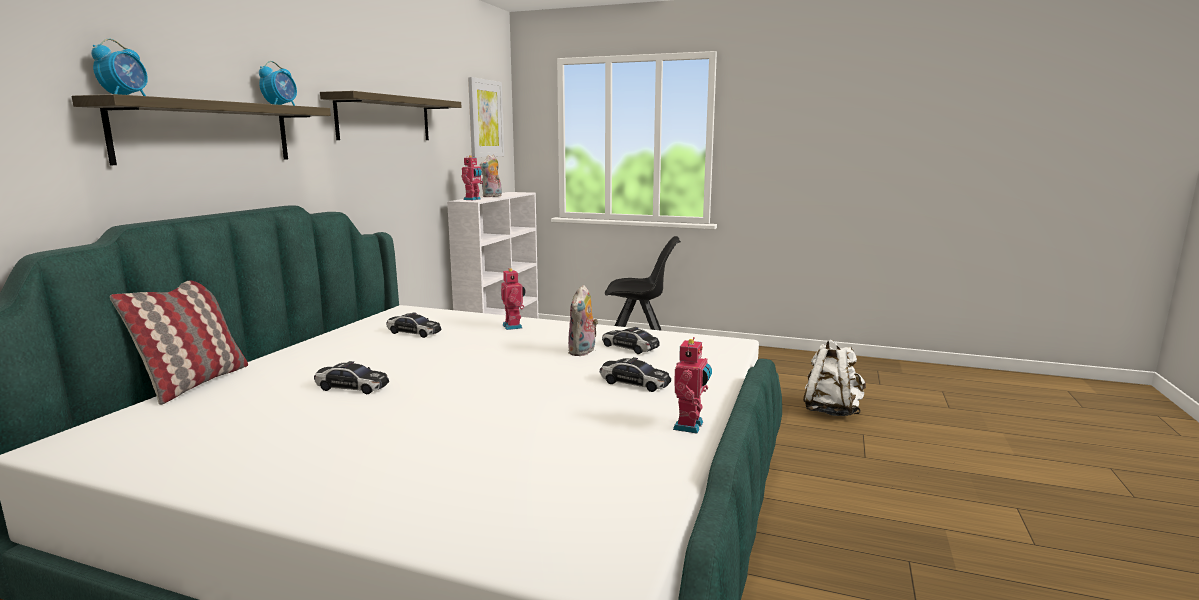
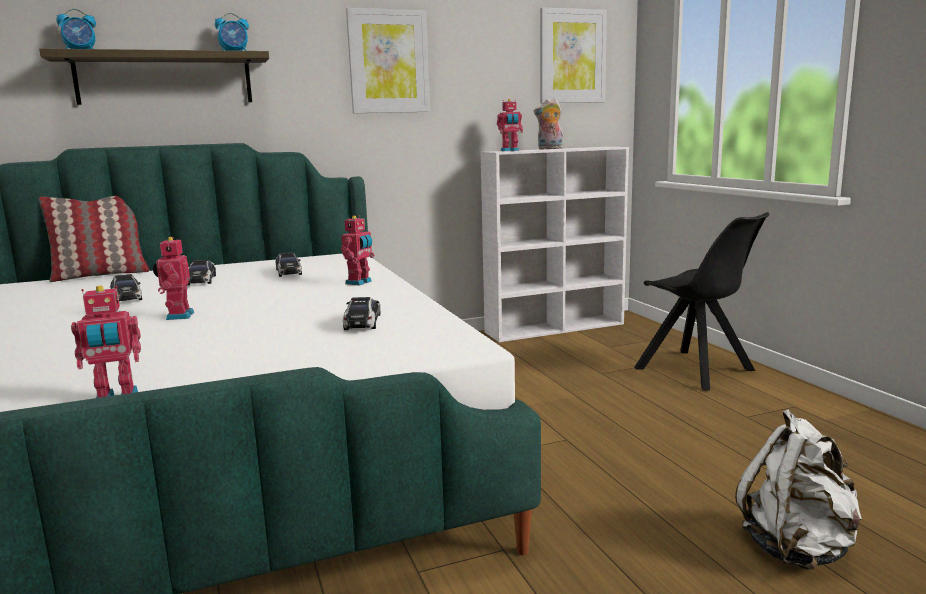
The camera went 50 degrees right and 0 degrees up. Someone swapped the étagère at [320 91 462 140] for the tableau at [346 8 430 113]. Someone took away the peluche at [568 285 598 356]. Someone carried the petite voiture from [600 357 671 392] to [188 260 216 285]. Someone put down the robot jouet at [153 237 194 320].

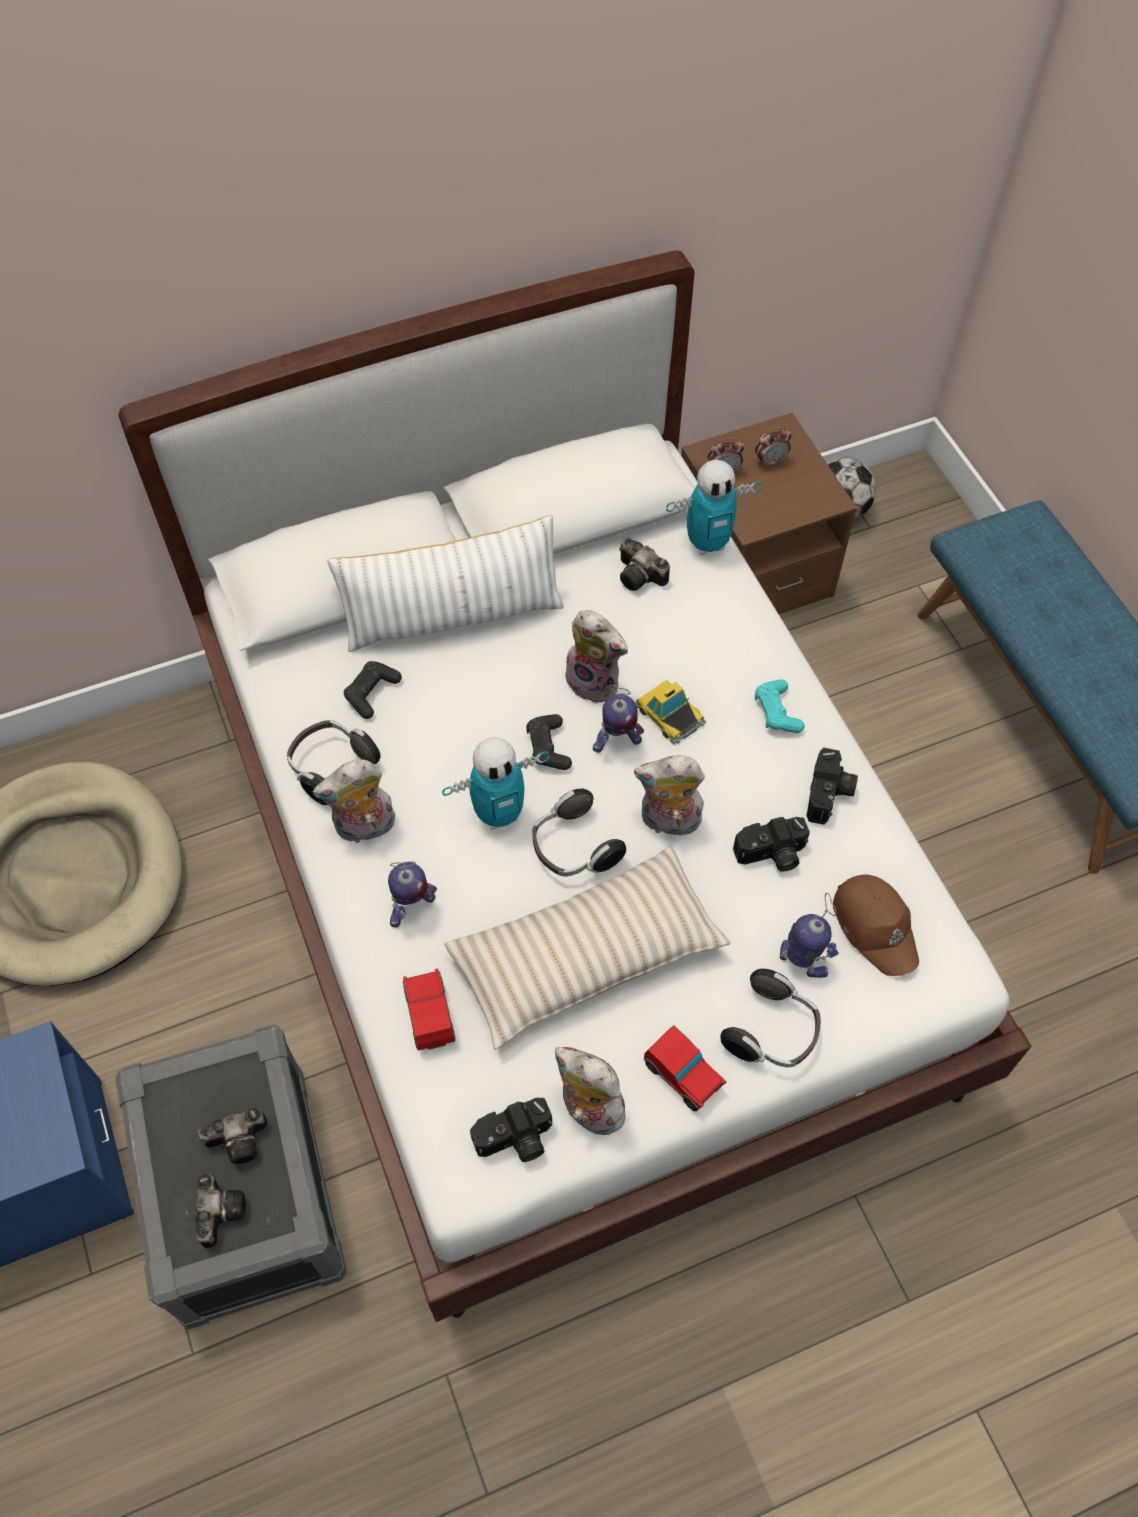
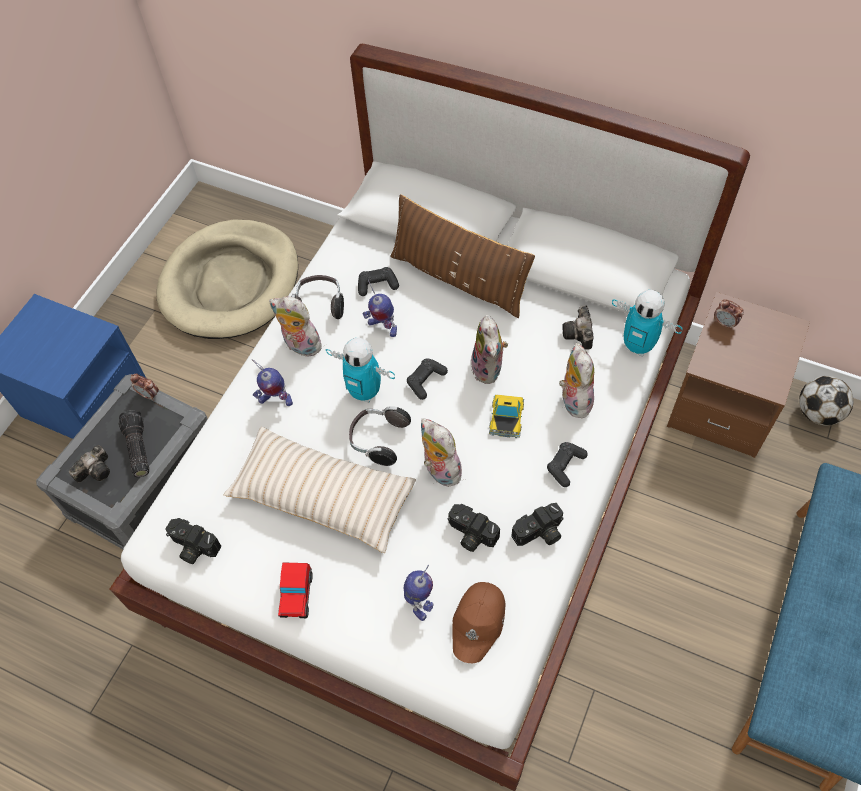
The camera went 50 degrees right and 0 degrees up. Someone swapped the appareil photo at [198 1108 268 1164] for the lampe de poche at [119 410 149 477]. Someone repainted the coussin [blanc] at [327 515 564 652], which became the coussin [marron] at [390 194 535 318]. Someone took away the petite voiture at [403 969 455 1051]. Someone carried the peluche from [554 1047 628 1135] to [559 343 594 418]. Someone carried the robot jouet from [593 685 644 753] to [363 280 397 337]. Someone took away the casque audio at [720 969 821 1067]. Someone carried the réveil from [755 427 792 467] to [130 374 159 401]. Someone repainted the manette [turquoise] at [755 679 805 733], which became the manette [noir] at [547 442 588 487].

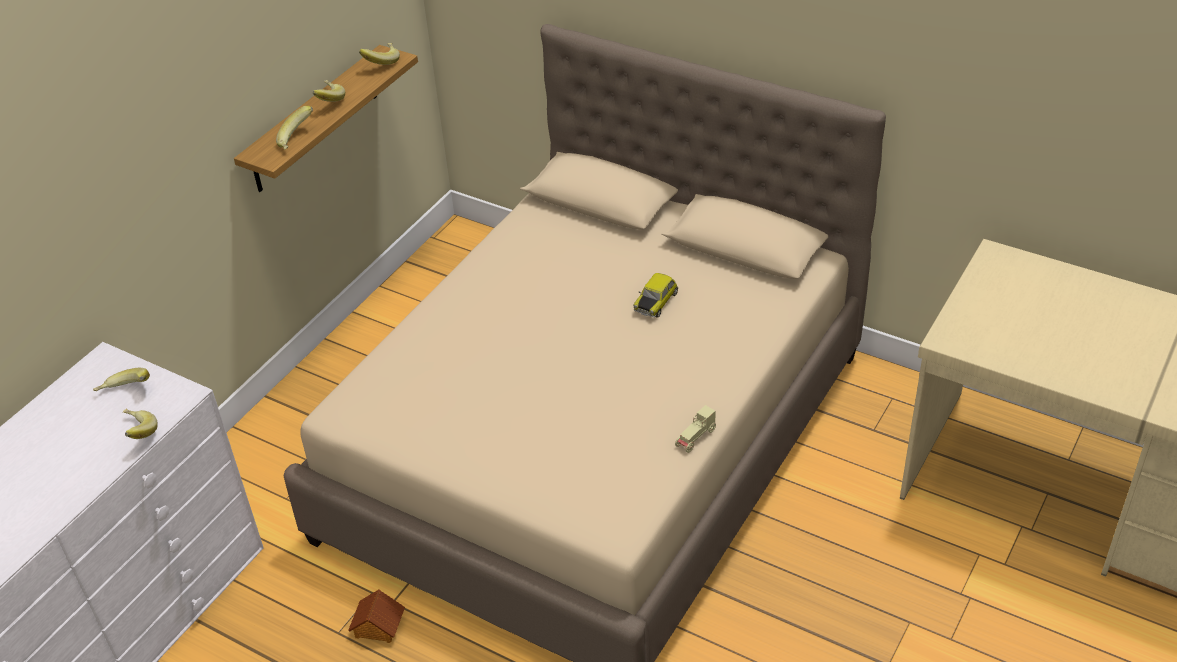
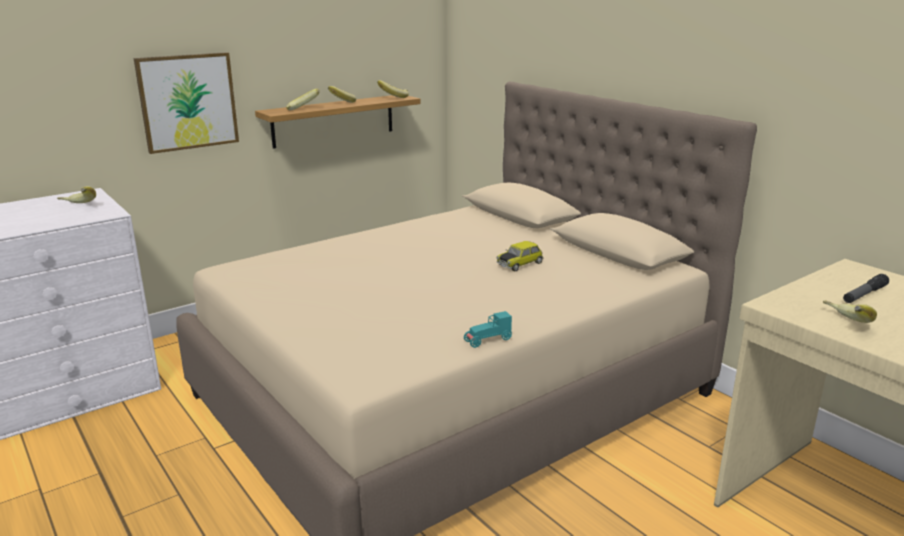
The camera went 20 degrees right and 20 degrees down. Someone carried the banane from [123 409 158 439] to [823 300 877 323]. Someone took away the maison miniature at [348 589 405 643]. Someone repainted the petite voiture [beige] at [675 405 716 453], which became the petite voiture [turquoise] at [464 311 512 348]. Someone put up the tableau at [134 52 239 154]. Someone put down the lampe de poche at [843 274 889 303].

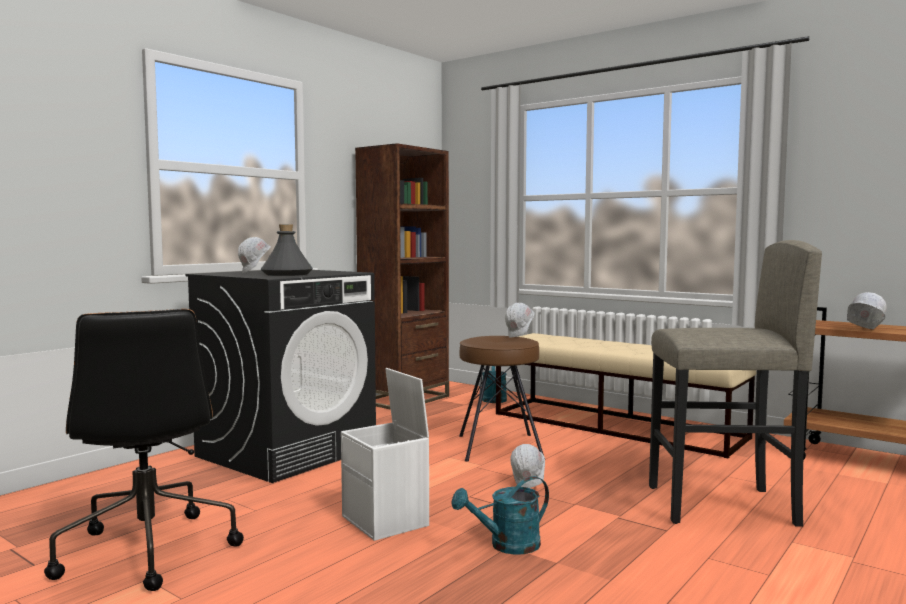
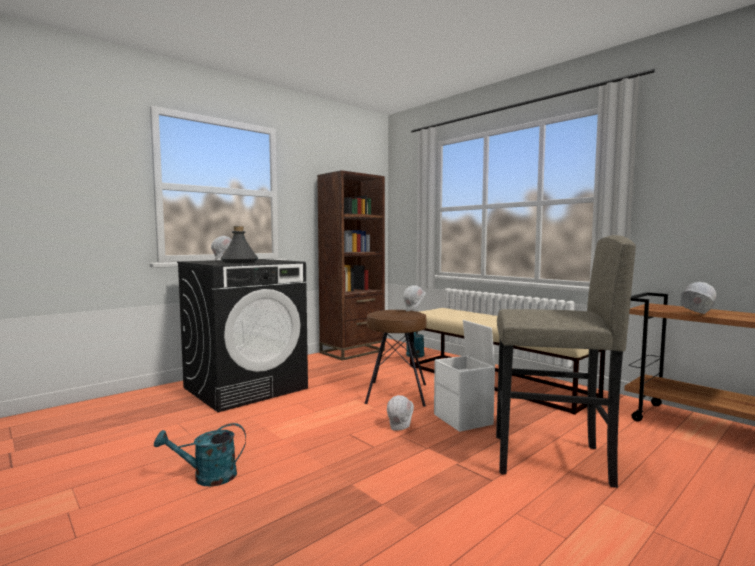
The camera went 10 degrees right and 0 degrees up. Someone took away the chaise de bureau [noir] at [44 309 244 591]. Someone carried the boîte de rangement [blanc] from [341 368 429 541] to [434 320 495 432]. Someone carried the arrosoir [turquoise] from [451 476 549 555] to [154 423 246 487].

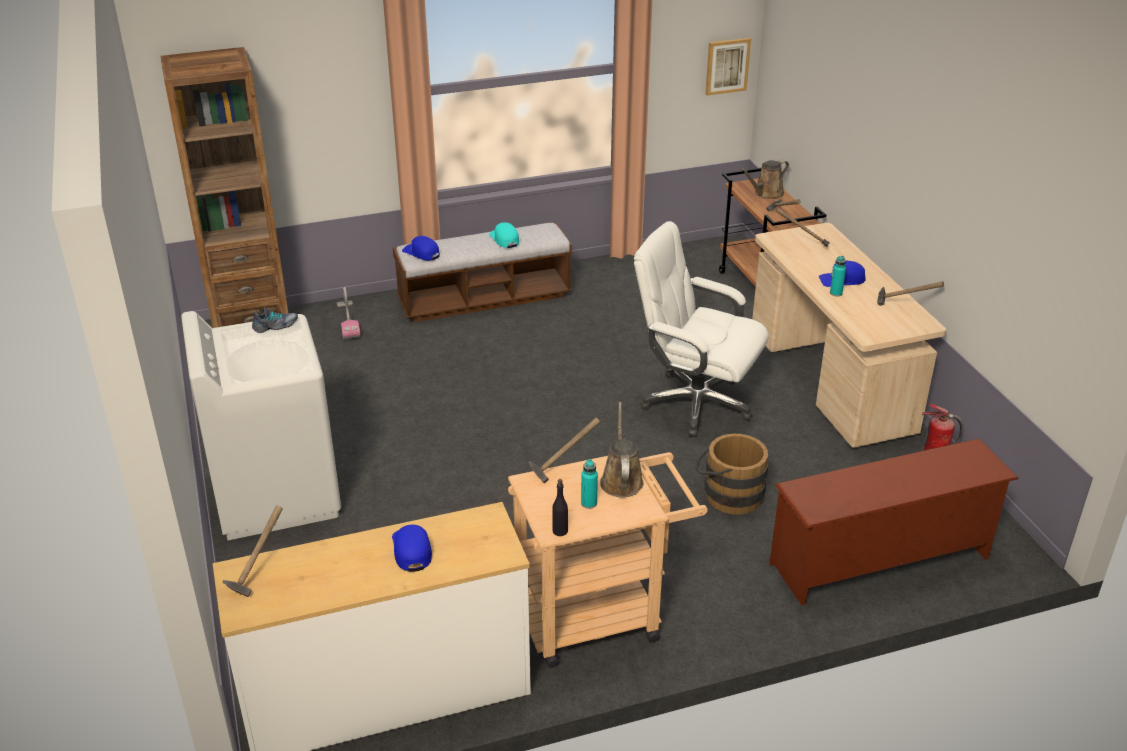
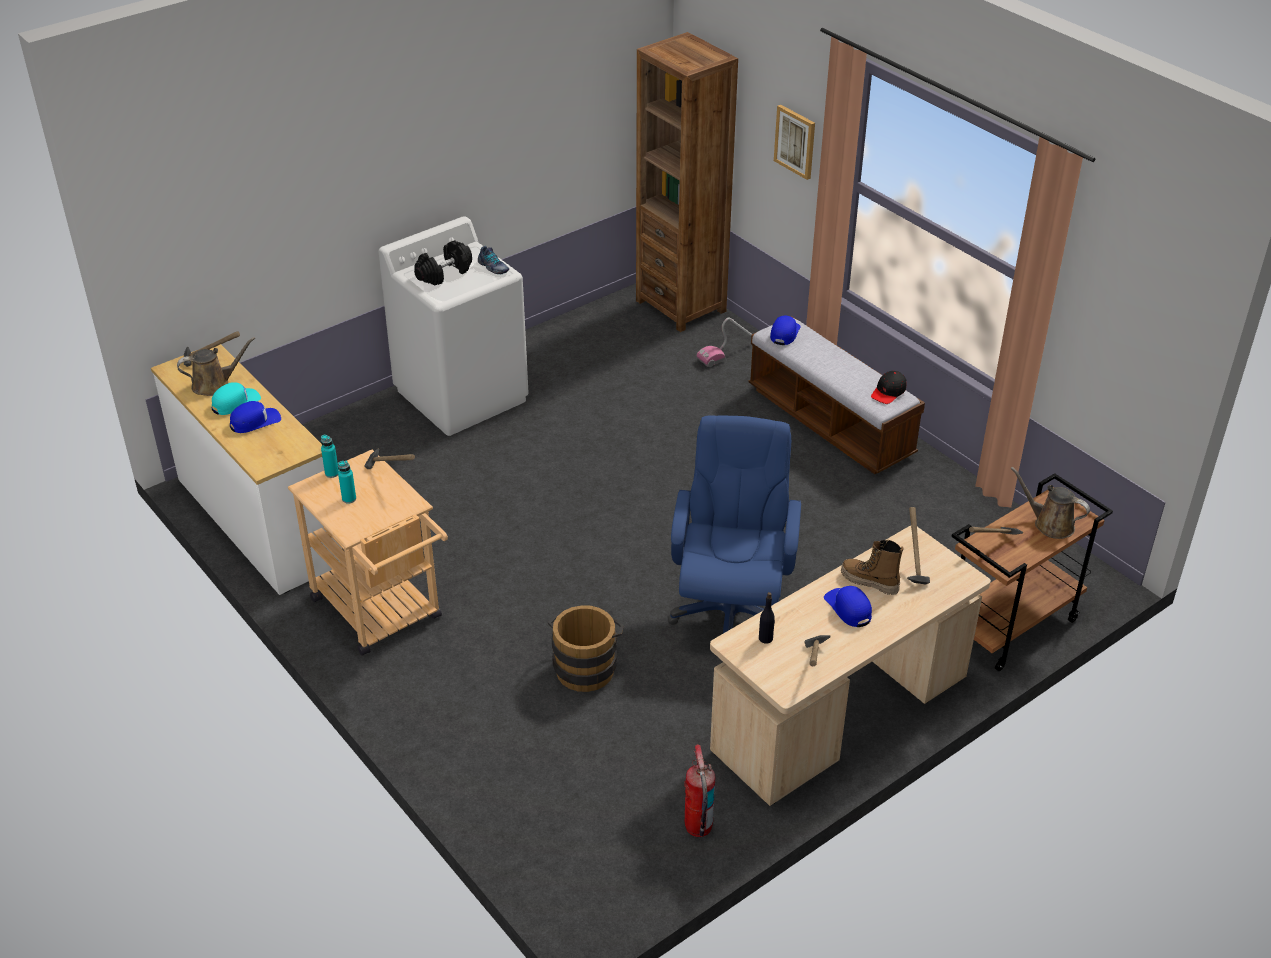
The camera went 70 degrees right and 5 degrees up. Someone carried the casquette [turquoise] from [489 222 519 248] to [212 382 261 415]. Someone carried the bouteille [noir] from [552 479 568 536] to [759 592 775 644]. Someone carried the arrosoir [marron] from [600 402 644 497] to [177 337 255 396]. Someone repainted the chaise de bureau [blanc] at [634 221 769 437], which became the chaise de bureau [bleu] at [667 416 801 633]. Someone carried the tableau from [705 38 751 96] to [774 105 815 180]. Someone took away the étagère à chaussures [marron] at [769 439 1019 606]. Someone carried the bouteille [turquoise] from [830 256 846 297] to [321 435 339 478]. Someone put down the haltère [noir] at [414 240 472 286]. Someone put down the botte at [841 540 904 595]. Someone put down the casquette [noir] at [871 371 906 404].

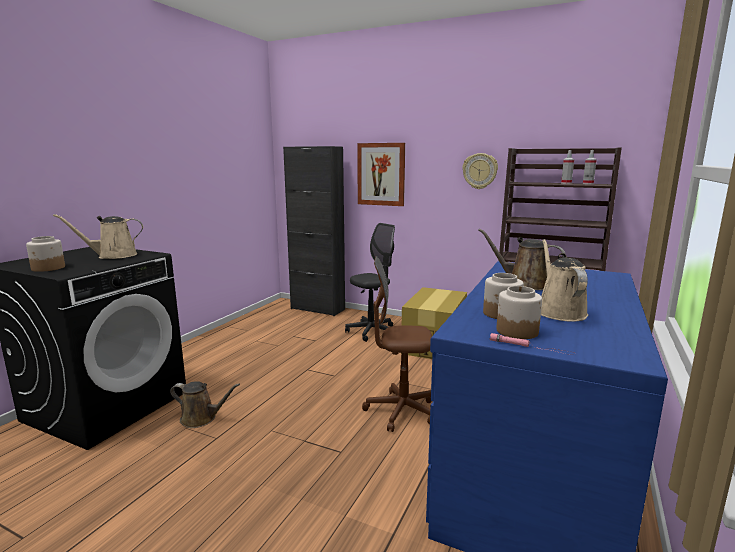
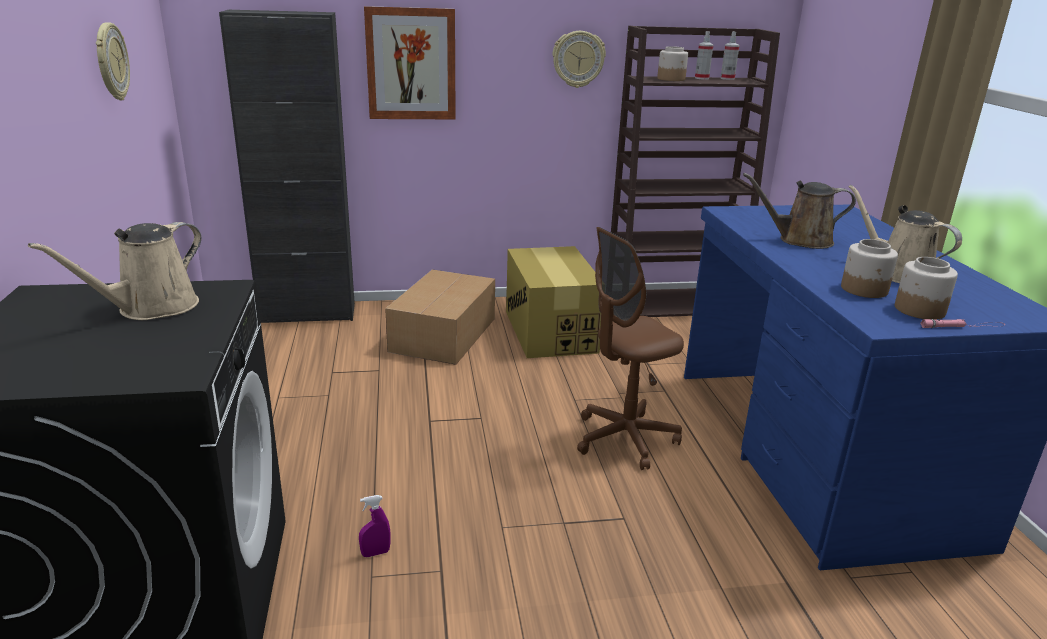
The camera went 35 degrees left and 10 degrees up. Someone carried the bocal from [26 236 65 272] to [657 46 688 81]. Someone swapped the arrosoir [marron] at [170 381 240 428] for the vaporisateur [violet] at [359 495 391 557]. Someone swapped the chaise de bureau [gris] at [345 223 395 342] for the carton at [385 269 495 365]. Someone put up the horloge murale at [96 22 130 100].

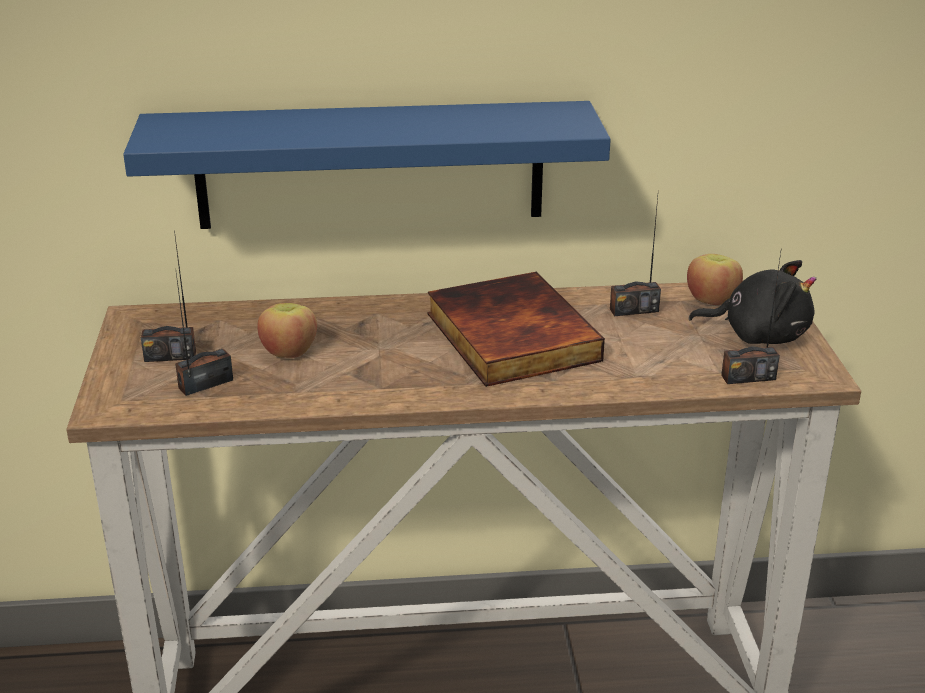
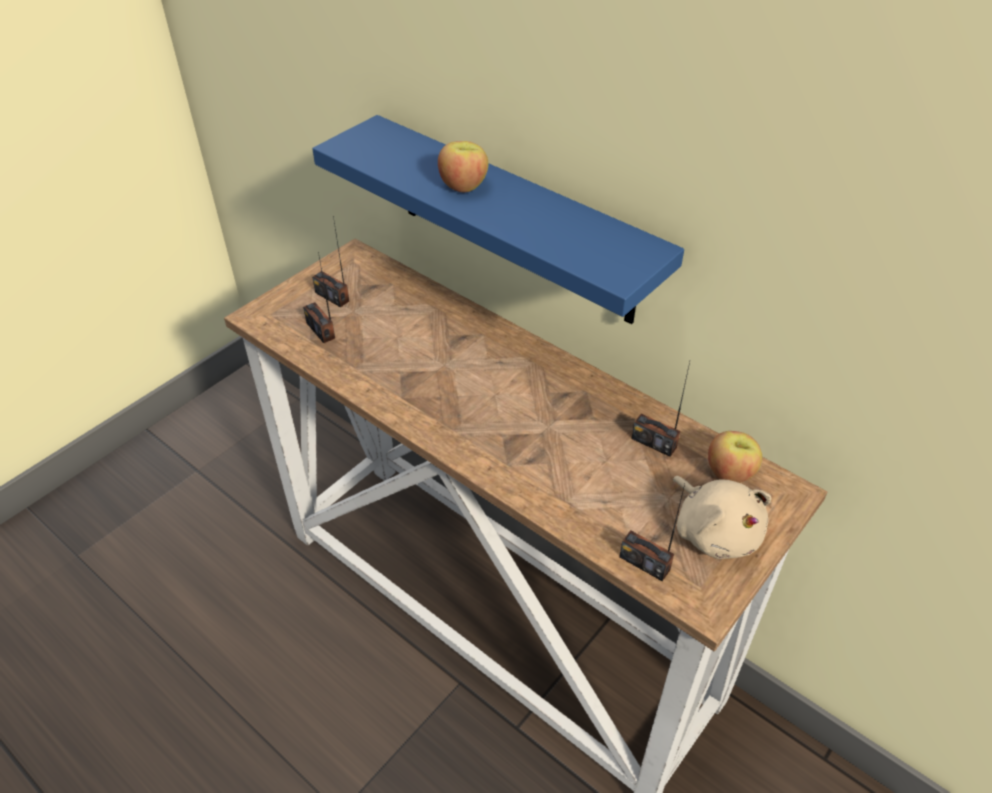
The camera went 45 degrees right and 15 degrees up. Someone rotated the radio at [175 268 233 396] by 135 degrees counterclockwise. Someone carried the pomme from [257 303 317 358] to [438 141 488 192]. Someone took away the livre at [427 272 605 387]. Someone repainted the peluche [noir] at [689 260 817 344], which became the peluche [beige] at [673 476 772 559].

